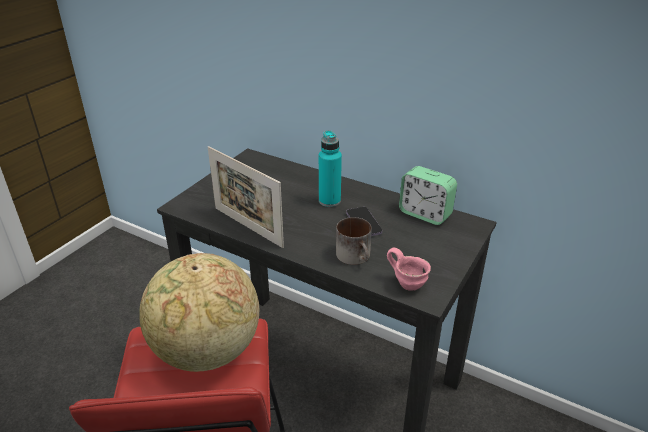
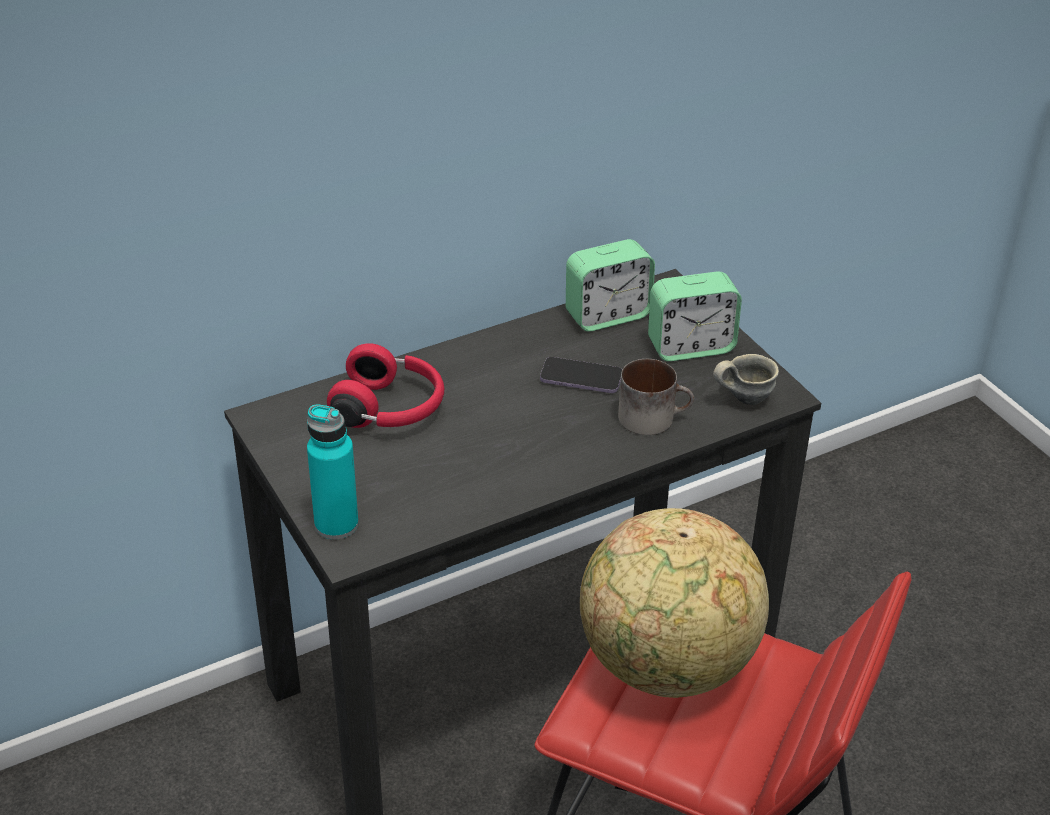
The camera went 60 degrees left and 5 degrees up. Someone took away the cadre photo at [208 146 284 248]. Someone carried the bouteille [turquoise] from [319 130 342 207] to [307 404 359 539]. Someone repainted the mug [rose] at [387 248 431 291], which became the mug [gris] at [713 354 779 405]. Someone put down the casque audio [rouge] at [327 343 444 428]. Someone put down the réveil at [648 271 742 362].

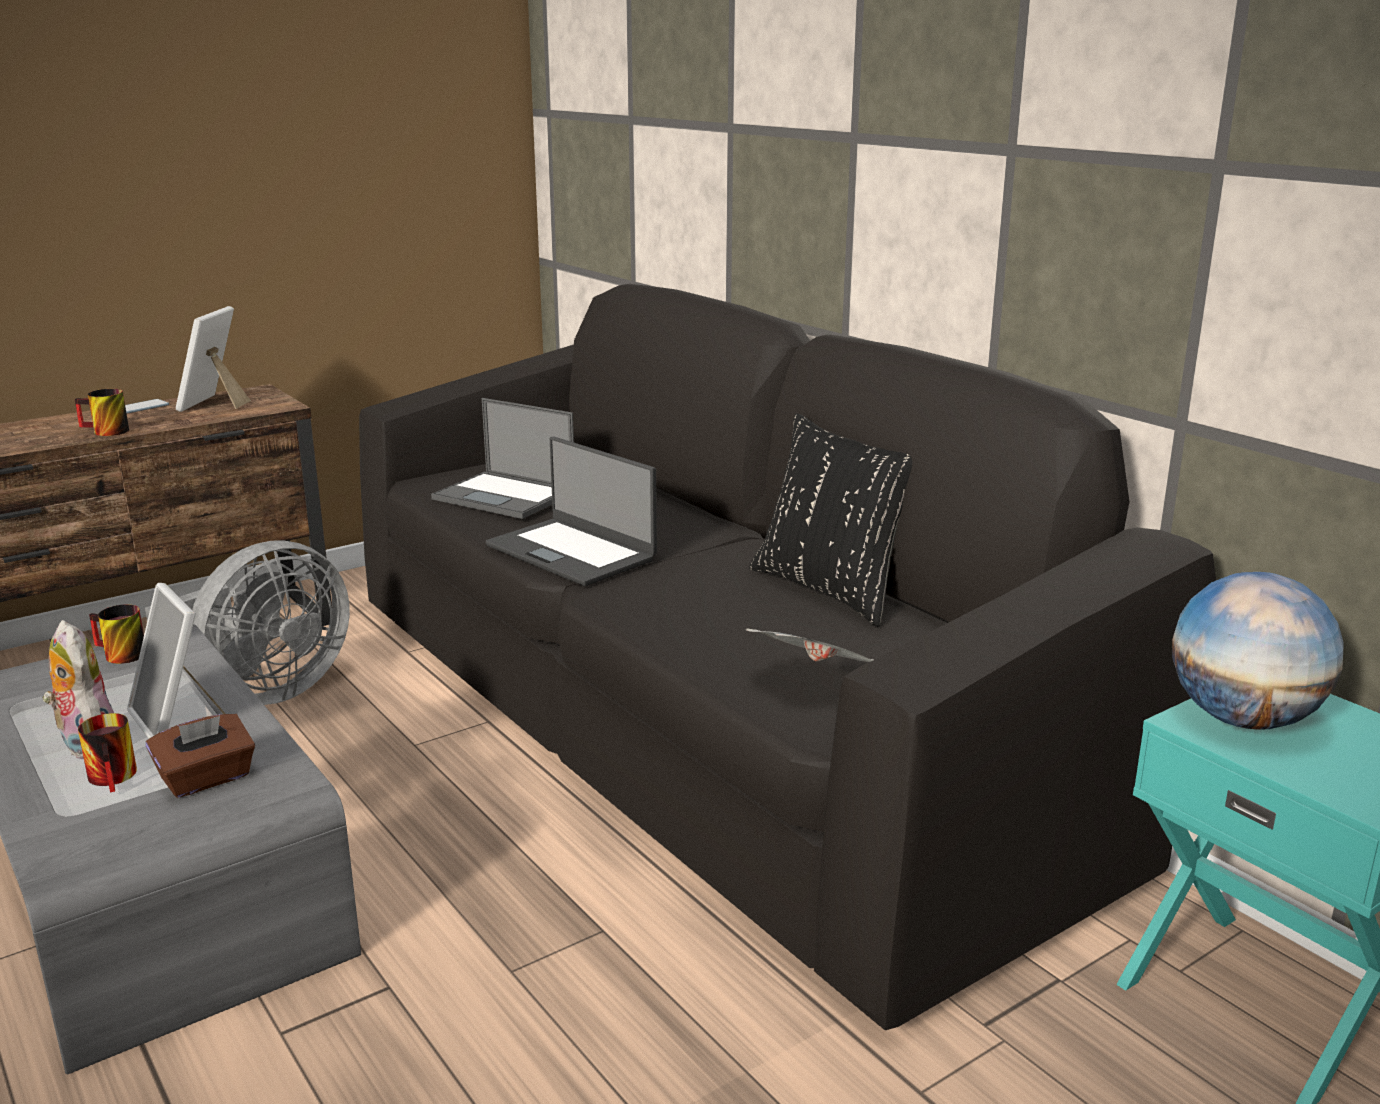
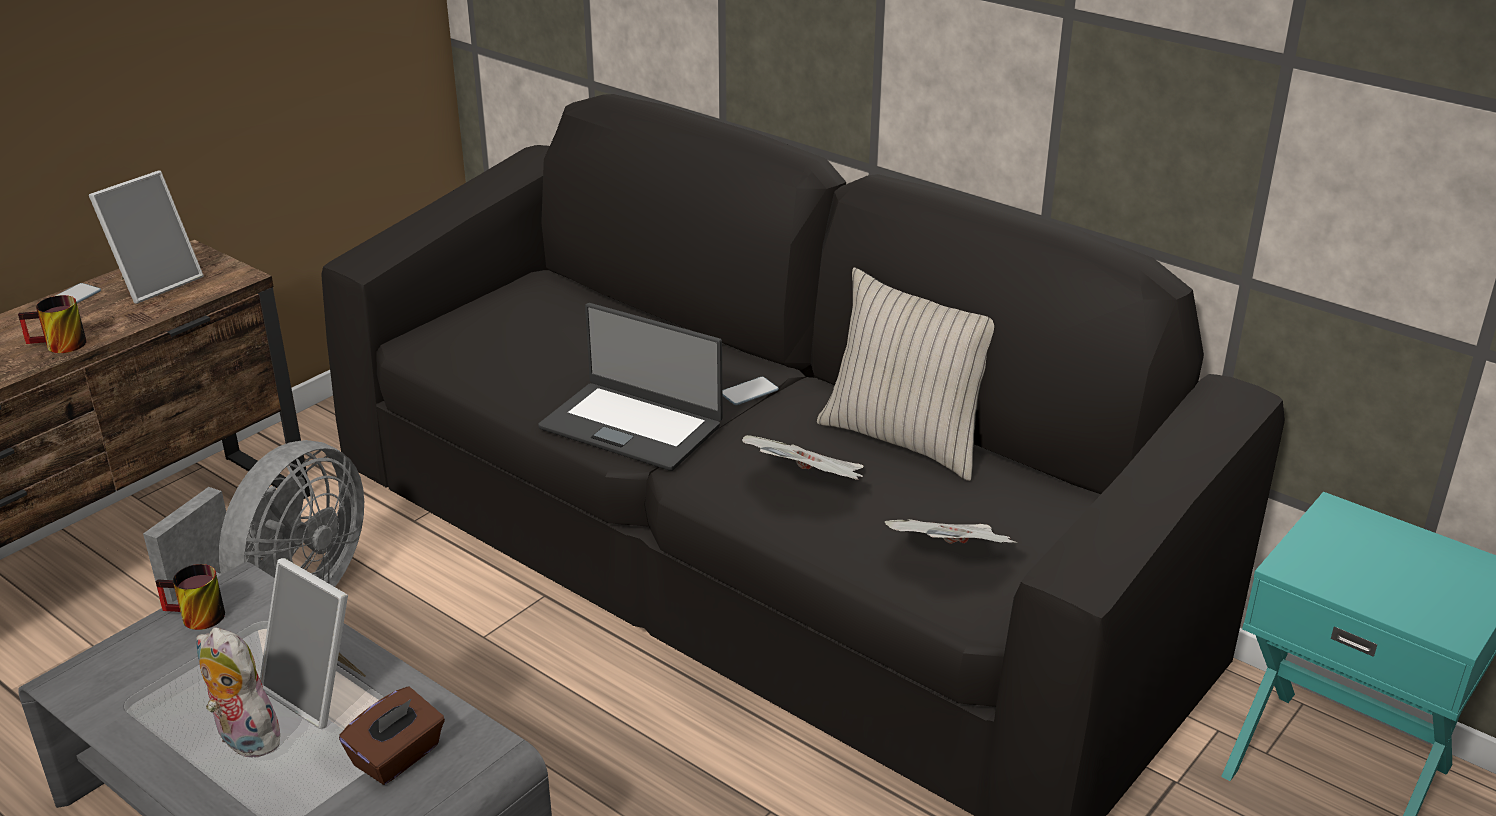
The camera went 15 degrees left and 10 degrees up. Someone took away the mug at [78 713 137 792]. Someone rotated the cadre photo at [176 306 251 412] by 135 degrees counterclockwise. Someone took away the ordinateur portable at [431 398 574 519]. Someone repainted the coussin [noir] at [749 413 912 627], which became the coussin [beige] at [817 268 994 481]. Someone took away the globe at [1172 572 1343 730]. Someone put down the téléphone at [723 377 779 405]. Someone put down the journal at [742 435 864 480].

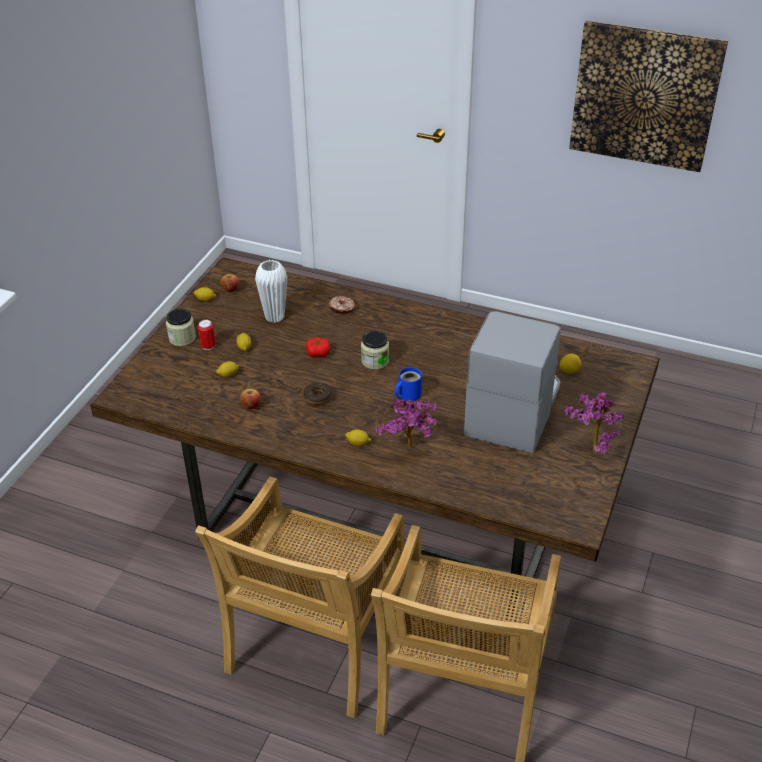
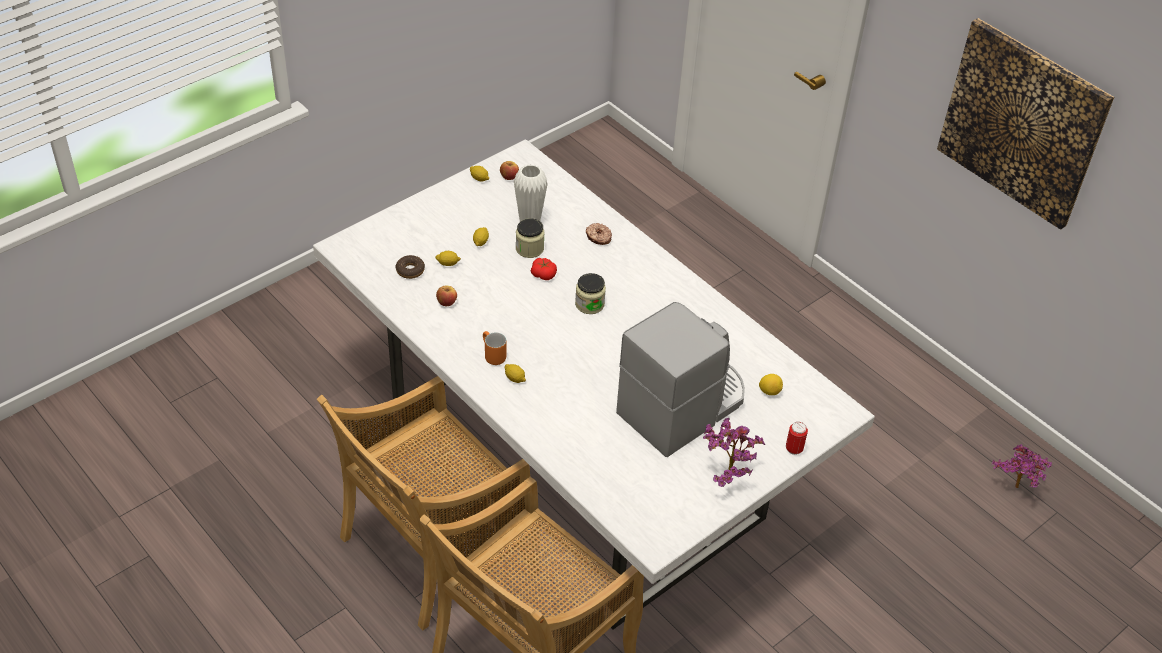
The camera went 25 degrees right and 5 degrees up. Someone repainted the table à manger [marron] at [90 257 659 622], which became the table à manger [blanc] at [313 139 875 630]. Someone carried the bocal from [166 308 196 346] to [516 218 545 258]. Someone carried the boîte métallique from [198 320 216 350] to [786 422 808 455]. Someone carried the beignet from [303 382 332 405] to [395 255 425 279]. Someone carried the plante en pot from [376 399 437 449] to [992 444 1052 488]. Someone took away the mug [bleu] at [394 367 422 401]. Someone put down the mug [orange] at [483 331 506 365].

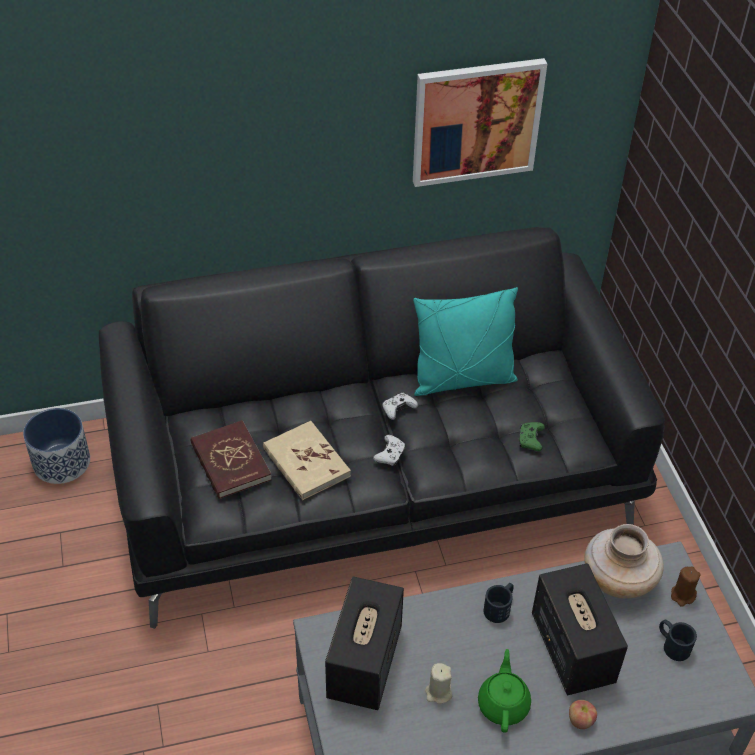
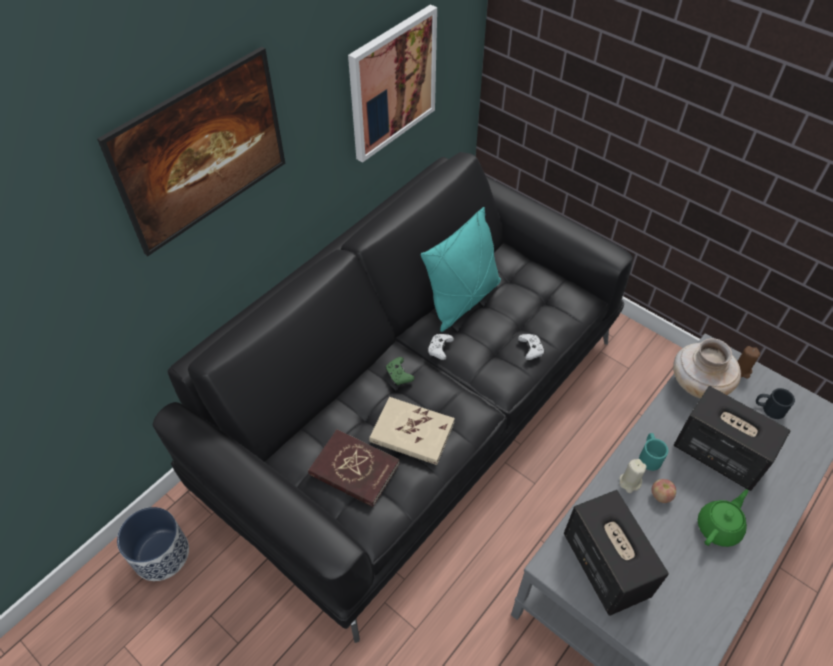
The camera went 35 degrees left and 5 degrees up. Someone carried the manette [blanc] from [373 435 406 466] to [518 334 545 360]. Someone carried the bougie [beige] from [425 663 453 704] to [620 459 647 493]. Someone rotated the théière [vert] at [478 649 531 733] by 75 degrees clockwise. Someone repainted the mug [noir] at [484 583 514 623], which became the mug [turquoise] at [639 433 668 471]. Someone carried the manette [vert] from [518 422 545 451] to [385 357 414 386]. Someone carried the pomme from [569 700 597 729] to [651 479 676 503]. Someone put up the tableau at [97 47 285 256].

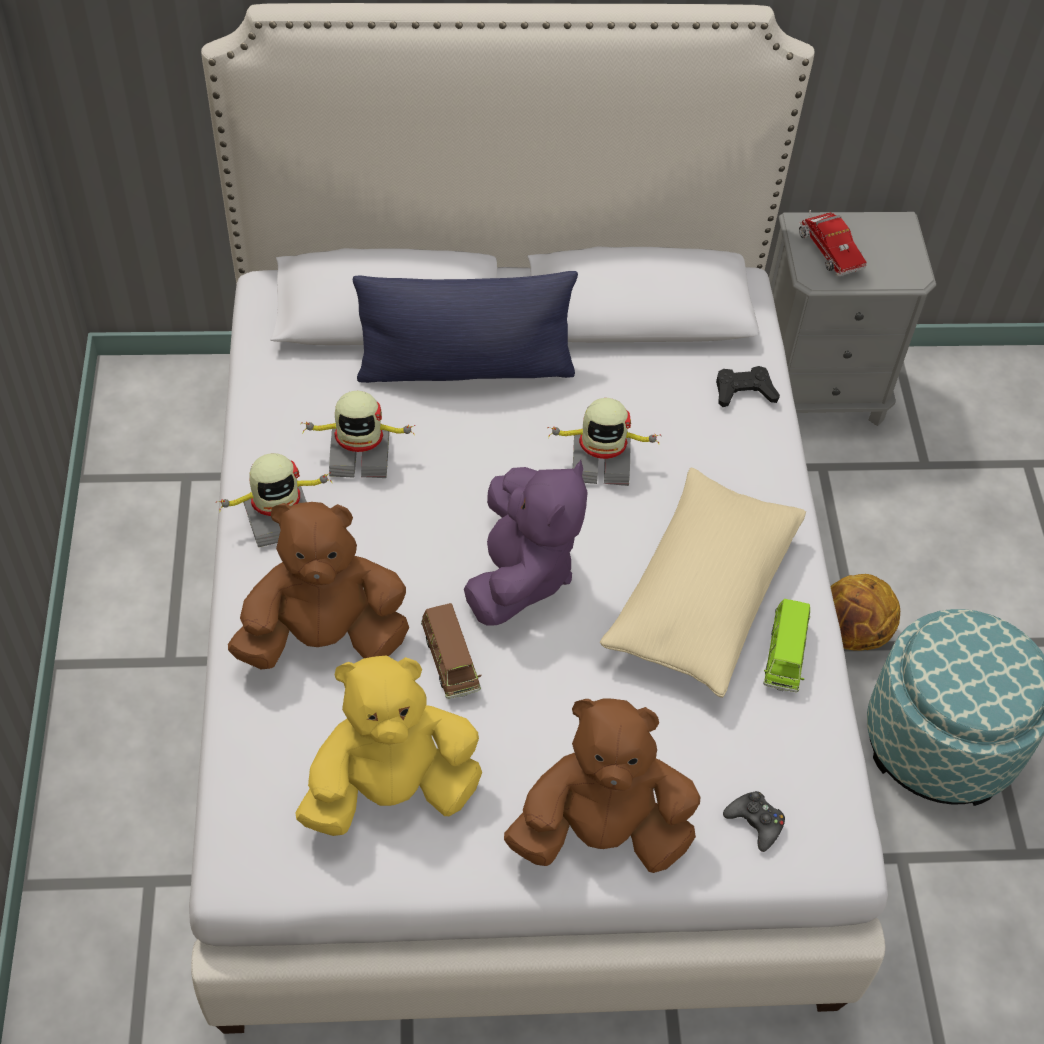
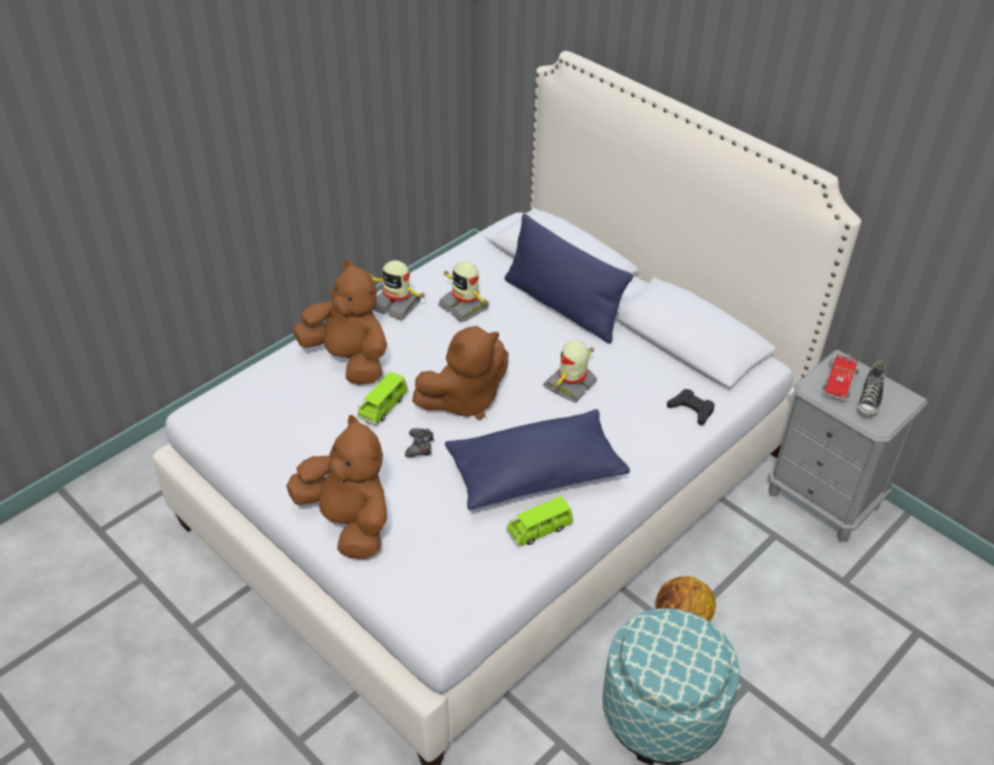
The camera went 50 degrees right and 10 degrees down. Someone took away the peluche [jaune] at [295 656 482 836]. Someone repainted the petite voiture [marron] at [421 603 481 699], which became the petite voiture [vert] at [357 372 408 425]. Someone repainted the peluche [violet] at [464 460 588 626], which became the peluche [marron] at [412 326 508 420]. Someone rotated the robot jouet at [548 398 661 486] by 75 degrees clockwise. Someone repainted the coussin [beige] at [600 468 806 698], which became the coussin [bleu] at [445 409 630 510]. Someone carried the manette [noir] from [723 791 785 852] to [405 428 434 457]. Someone put down the chaussure at [857 361 886 417].

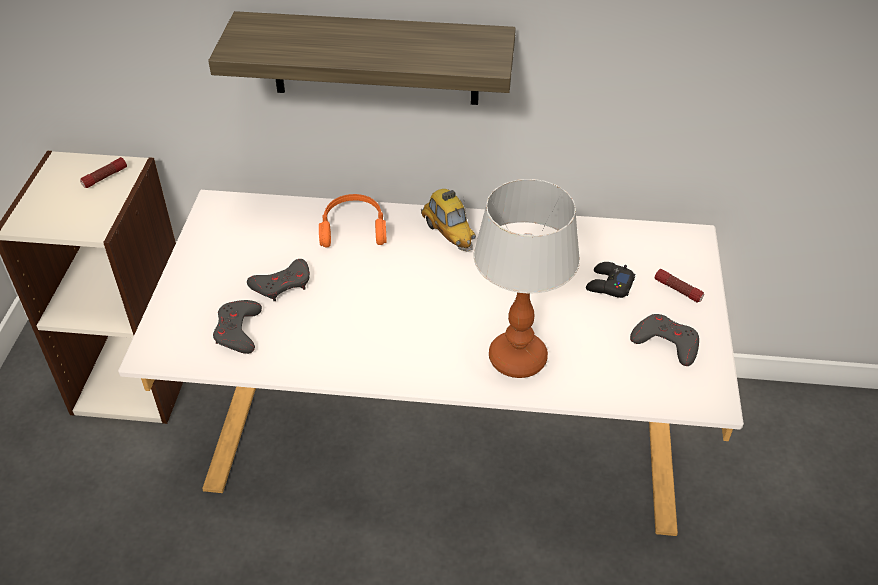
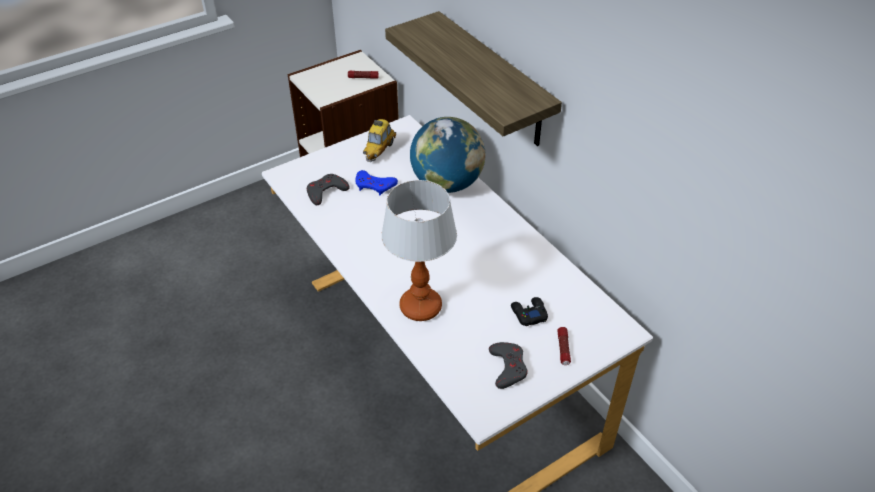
The camera went 50 degrees right and 0 degrees up. Someone repainted the manette [gris] at [247 259 310 301], which became the manette [bleu] at [355 170 398 196]. Someone swapped the casque audio [orange] at [319 194 387 247] for the globe at [410 117 485 193]. Someone carried the petite voiture from [421 189 476 252] to [363 119 396 162].

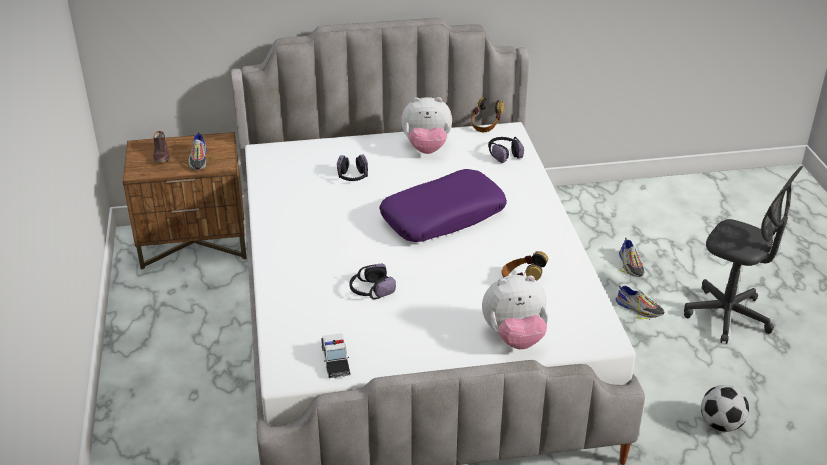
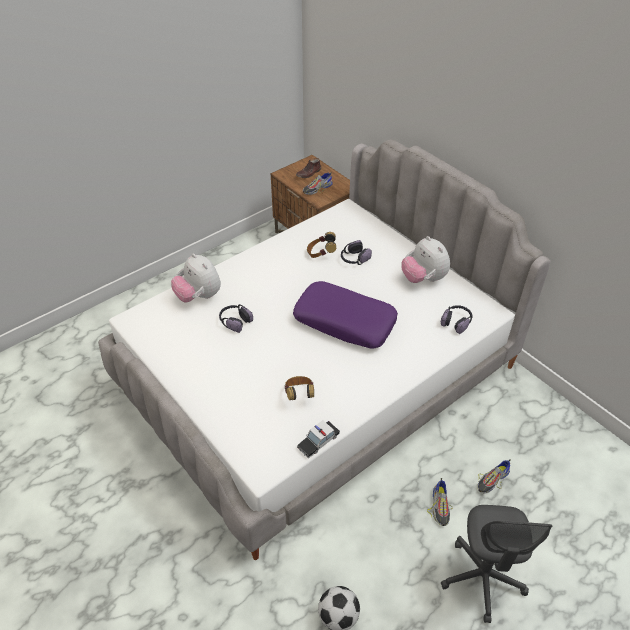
The camera went 60 degrees right and 10 degrees up. Someone carried the petite voiture from [321 333 351 378] to [297 420 340 458]. Someone carried the casque audio from [471 97 504 132] to [307 232 336 258]. Someone carried the peluche from [482 275 548 349] to [171 253 221 302].

